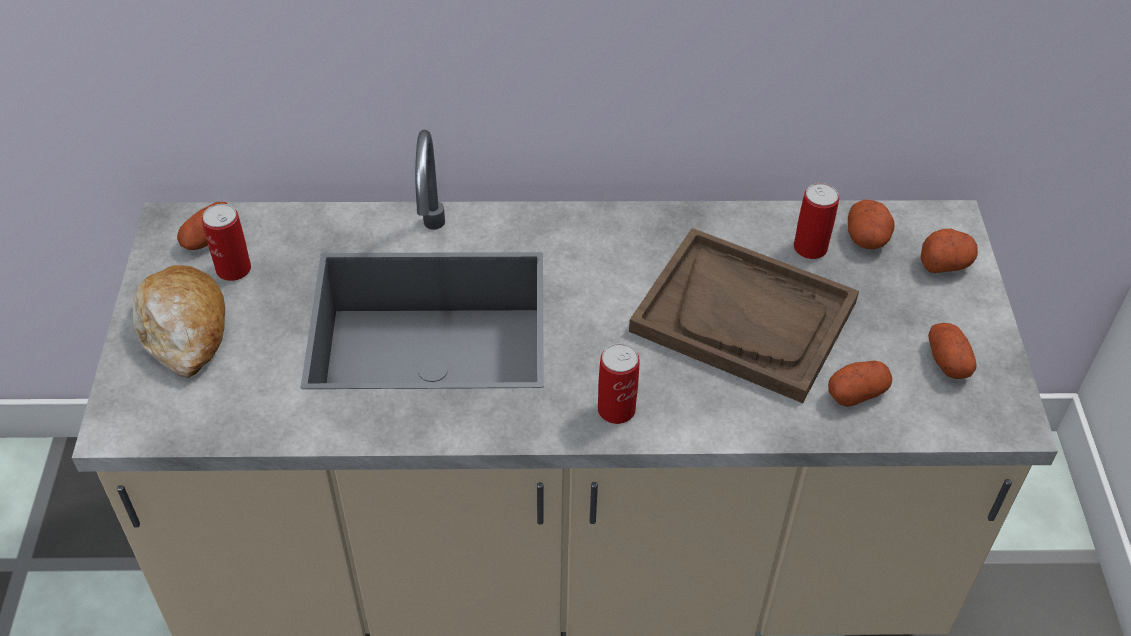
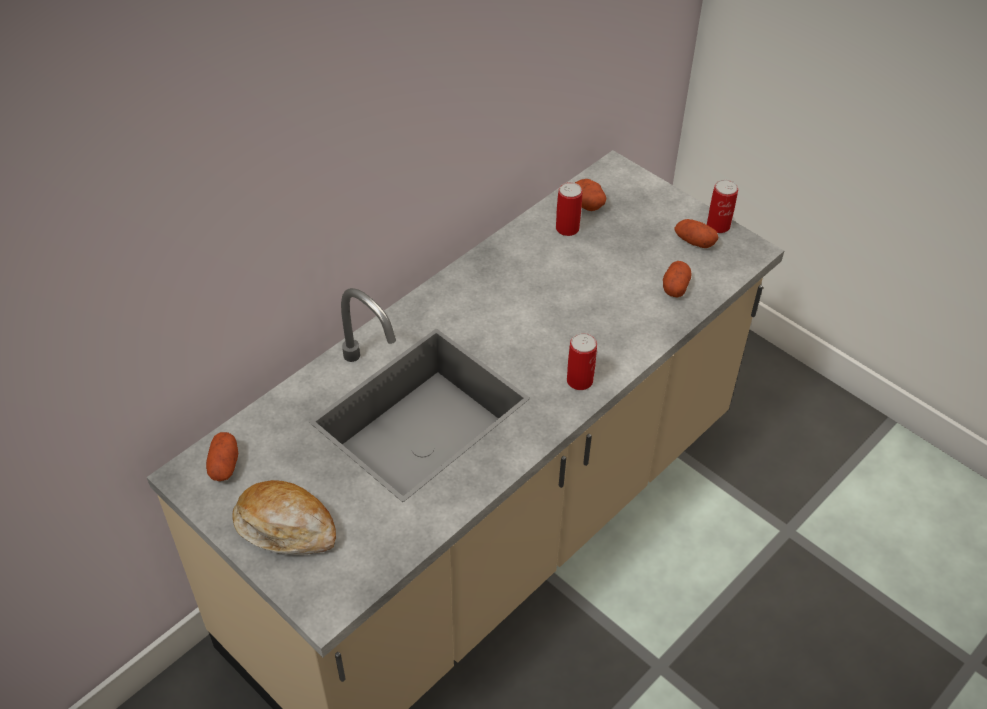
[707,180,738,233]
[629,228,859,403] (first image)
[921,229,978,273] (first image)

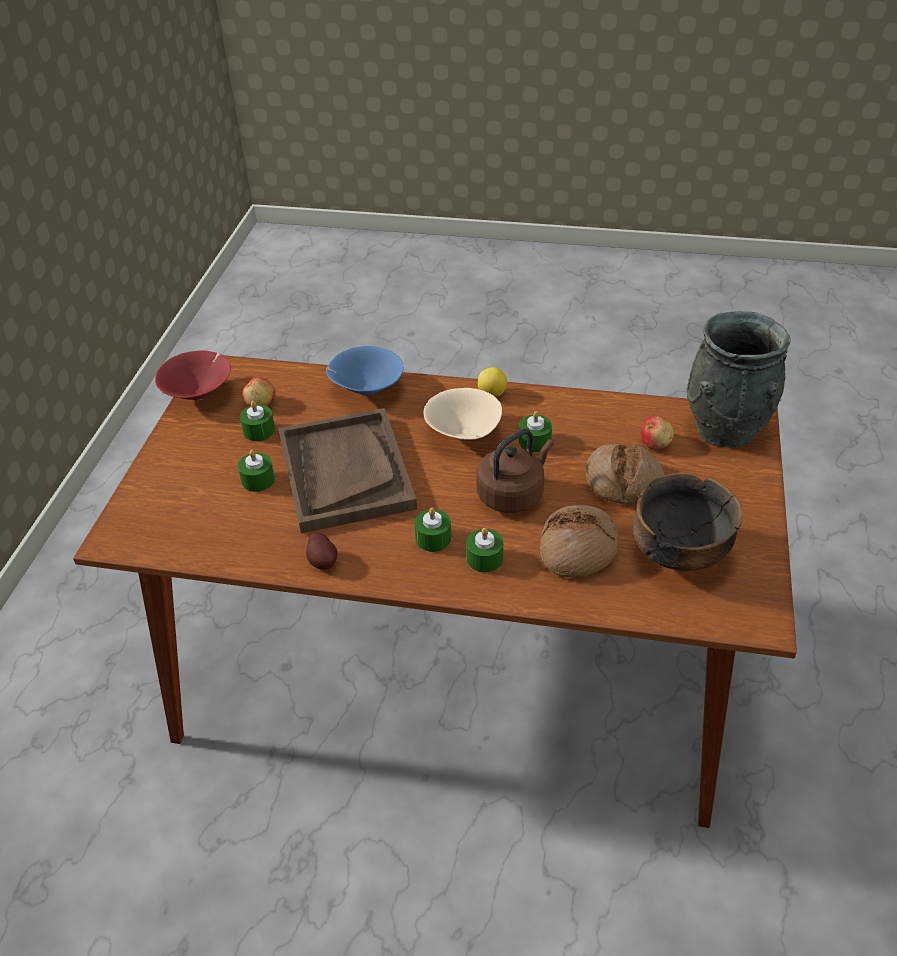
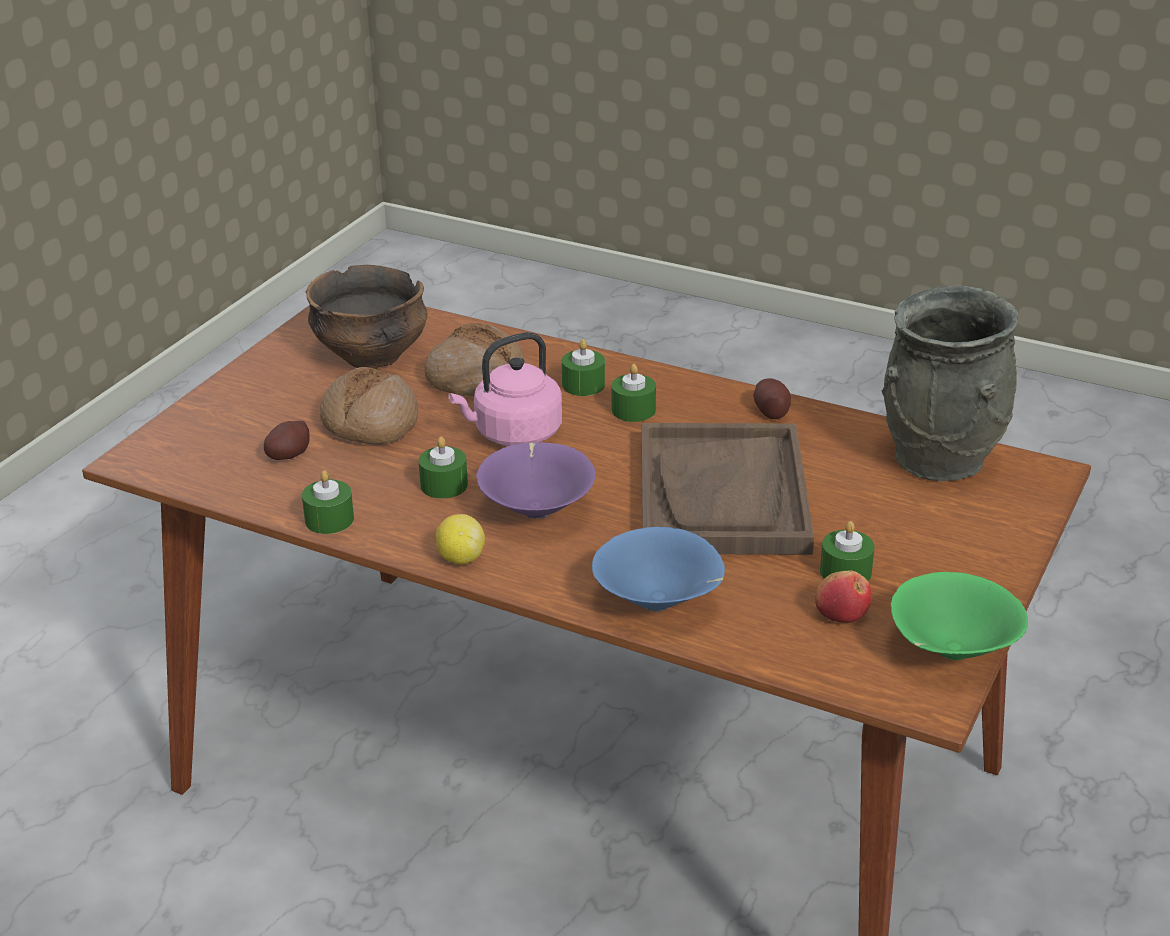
[264,420,310,460]
[302,470,354,534]
[448,332,562,446]
[476,442,596,519]
[882,286,1018,481]
[891,572,1028,660]

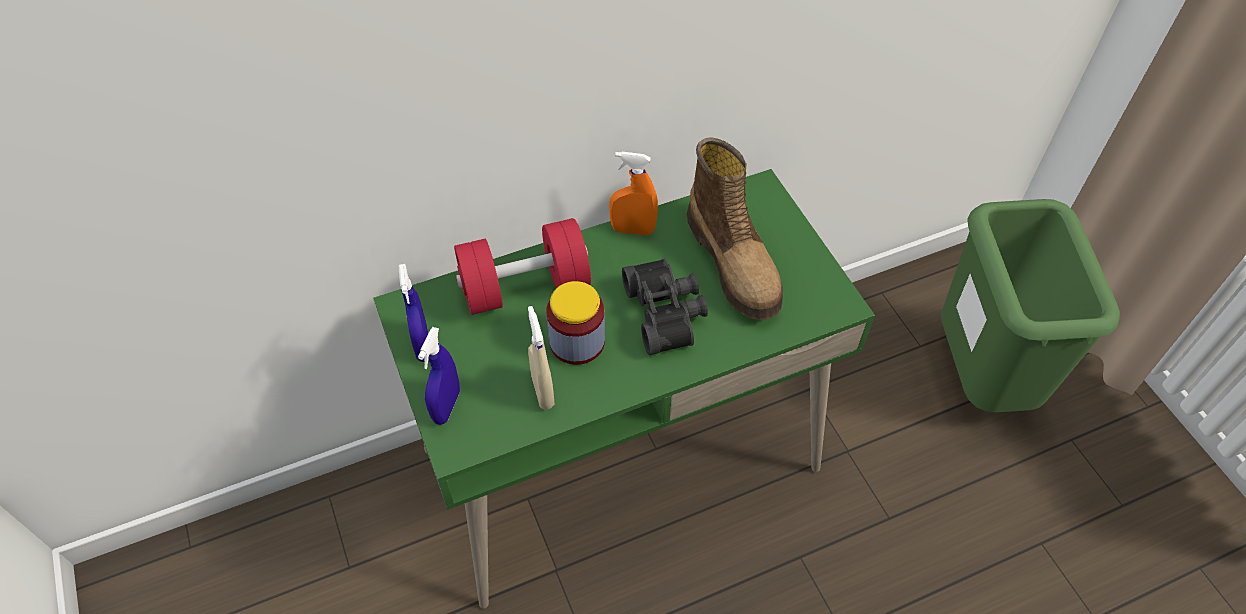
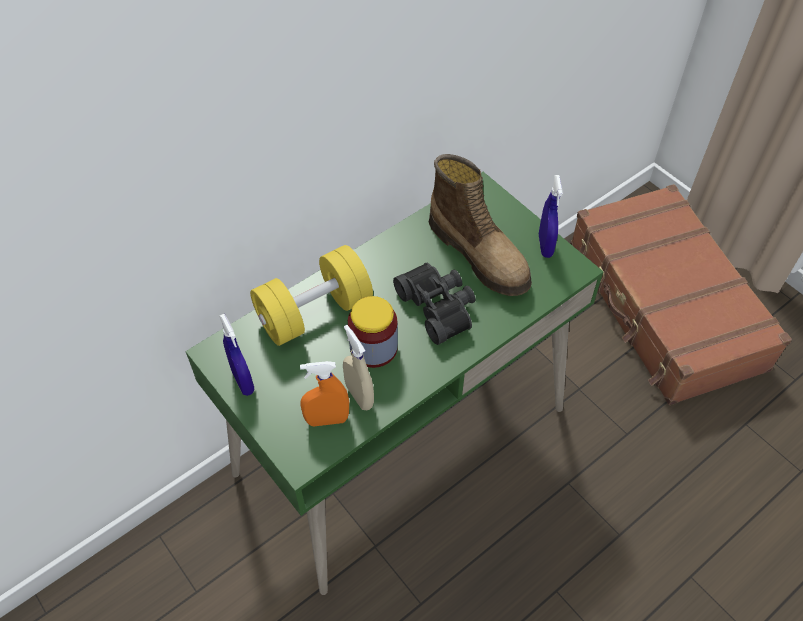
[250,245,373,346]
[300,361,349,426]
[539,175,563,258]
[570,184,792,405]

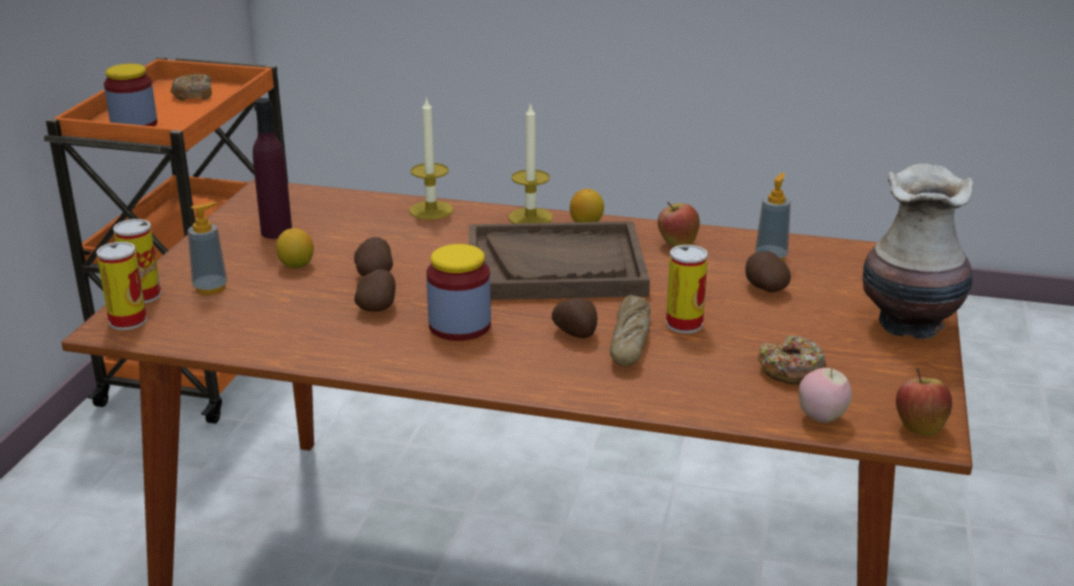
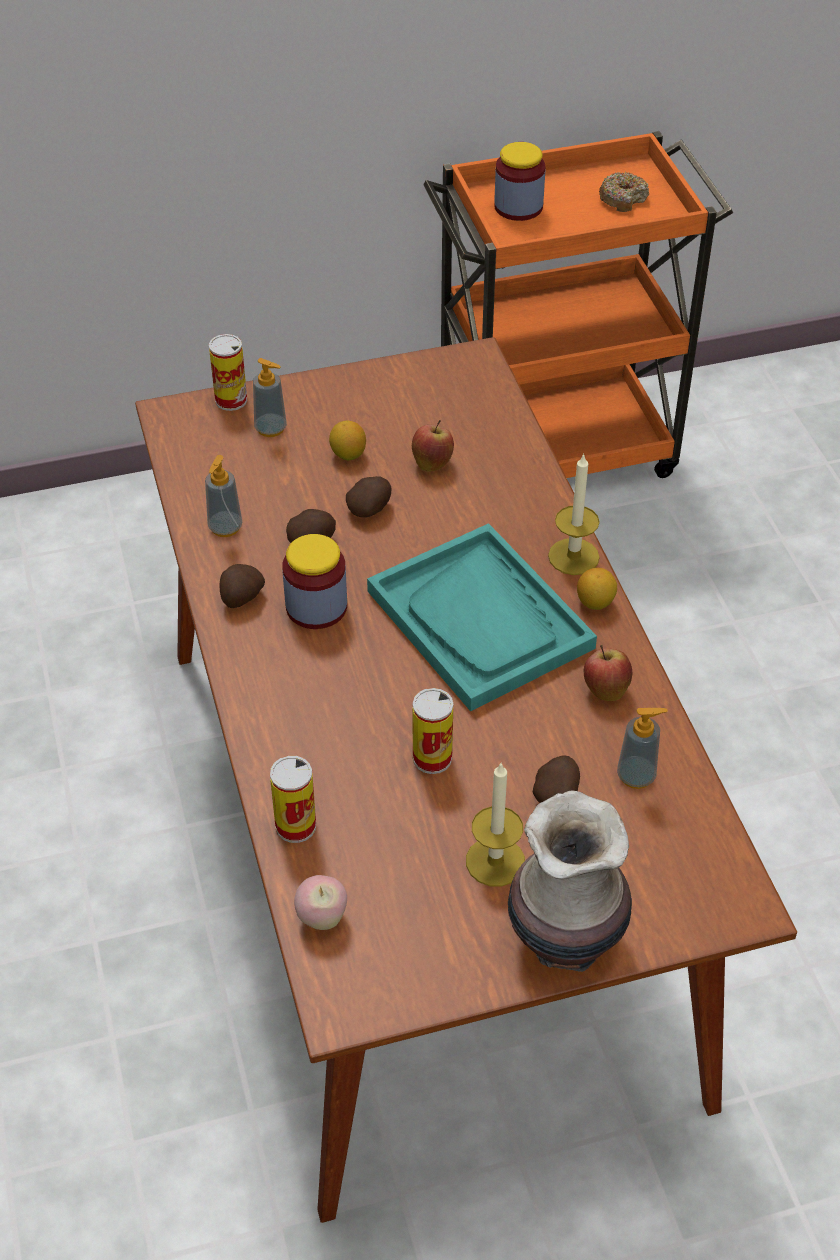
[205,455,242,537]
[220,564,265,608]
[270,756,316,843]
[367,523,597,711]
[412,420,454,472]
[466,762,525,887]
[253,98,292,239] (first image)
[610,295,650,366] (first image)
[758,336,826,385] (first image)

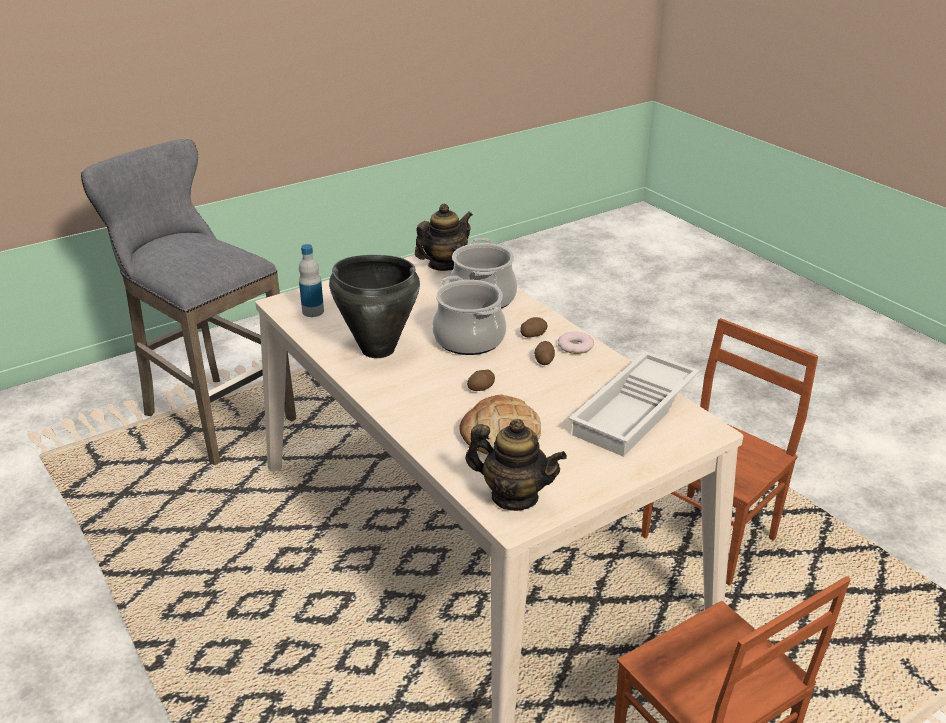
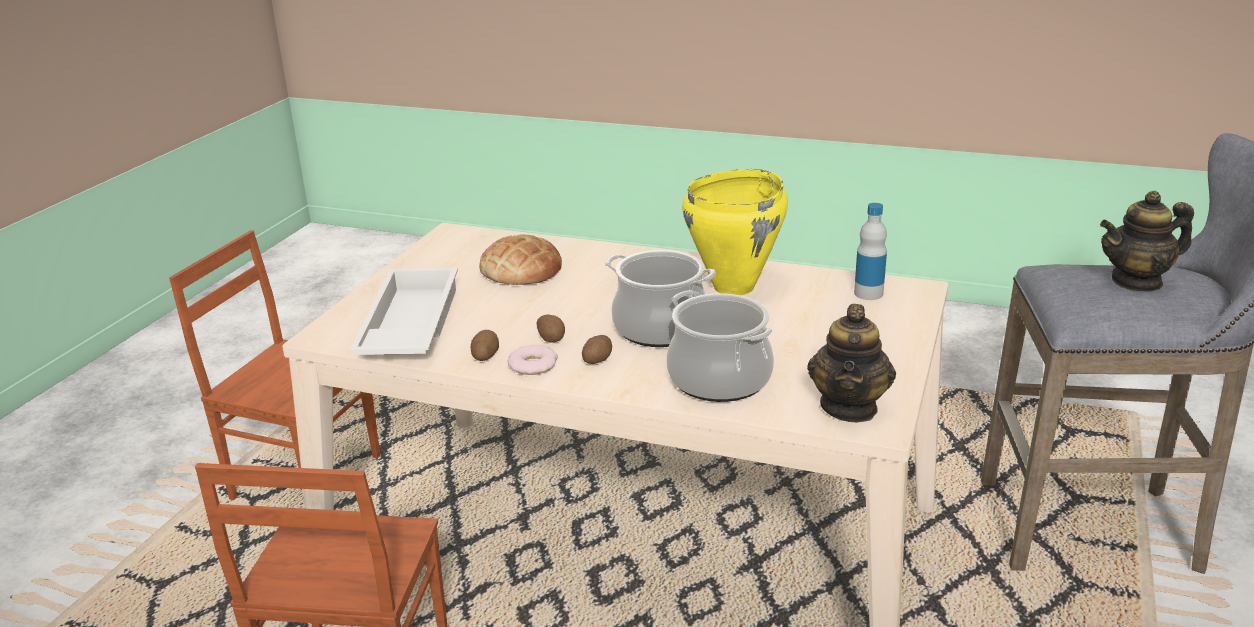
[471,330,499,361]
[682,169,788,296]
[1100,191,1194,292]

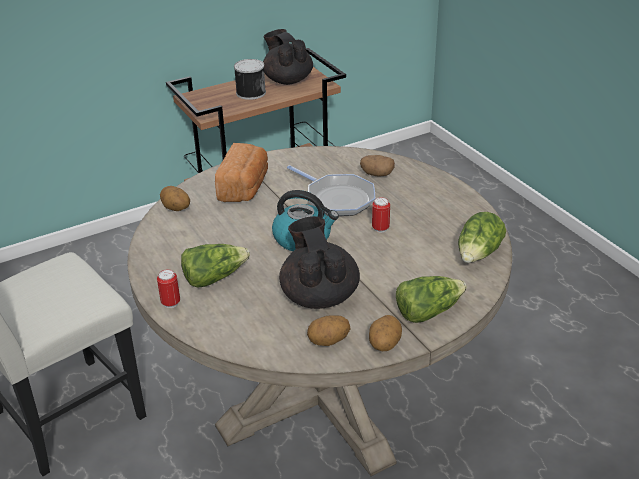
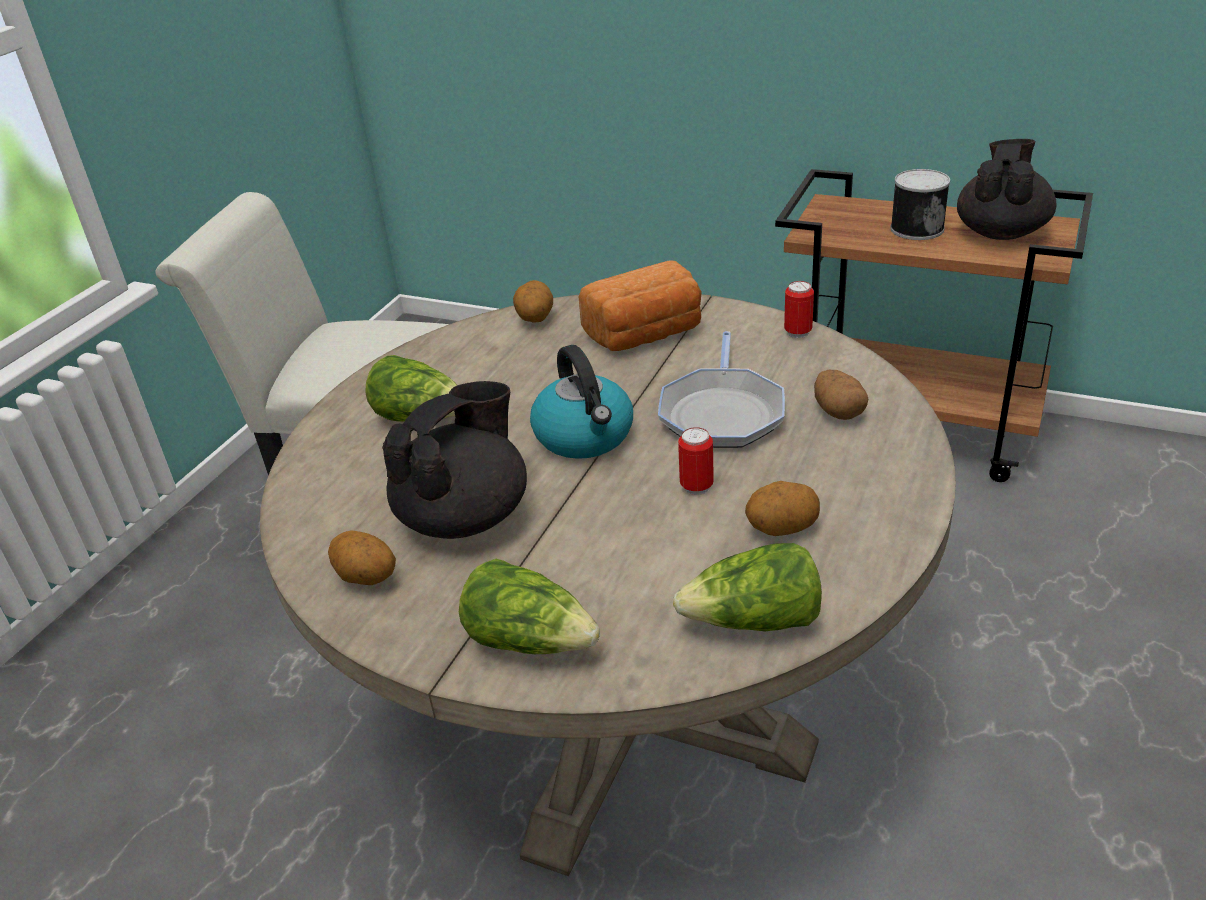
[745,481,820,536]
[784,281,814,338]

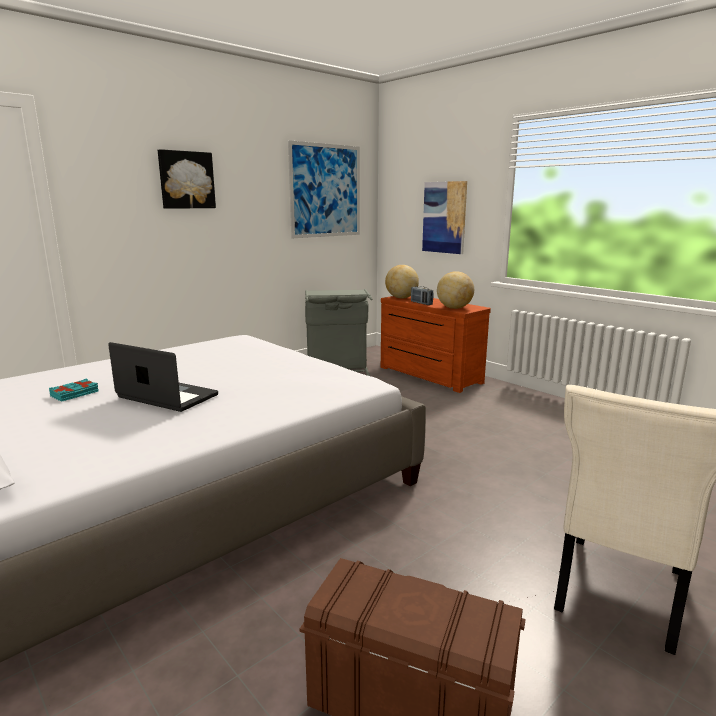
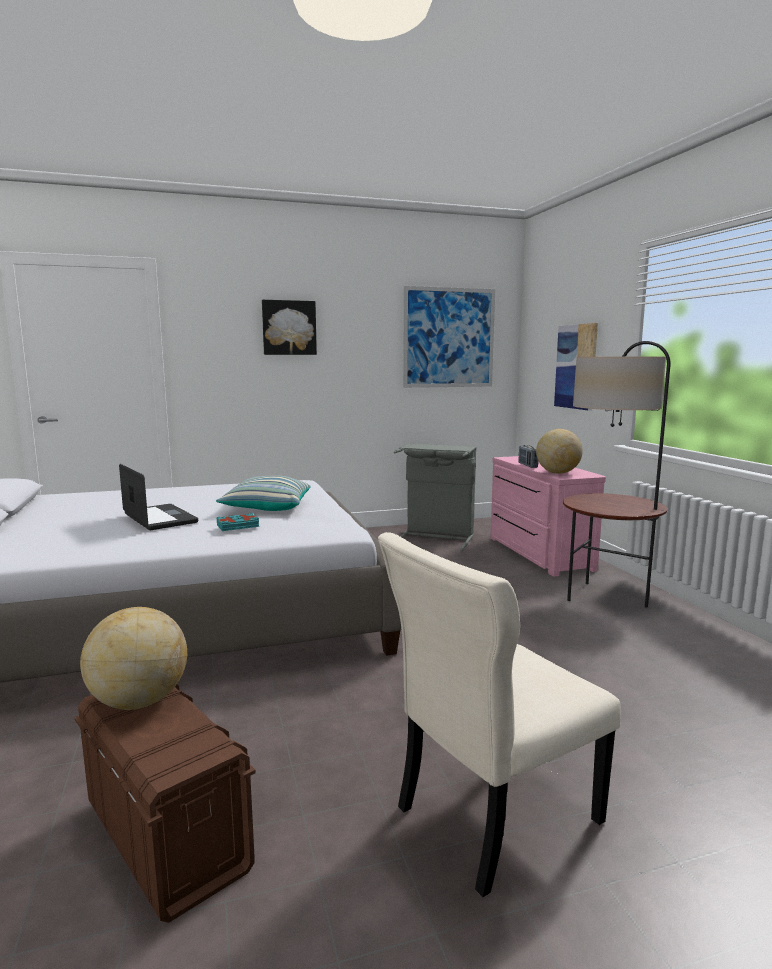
[80,607,187,710]
[216,476,310,511]
[217,513,259,531]
[490,456,606,577]
[563,341,671,608]

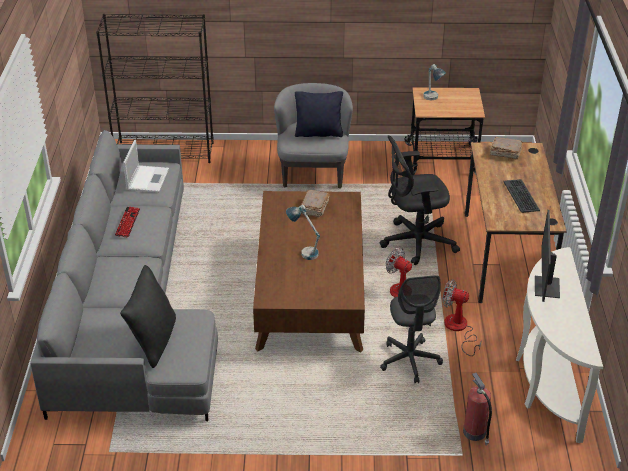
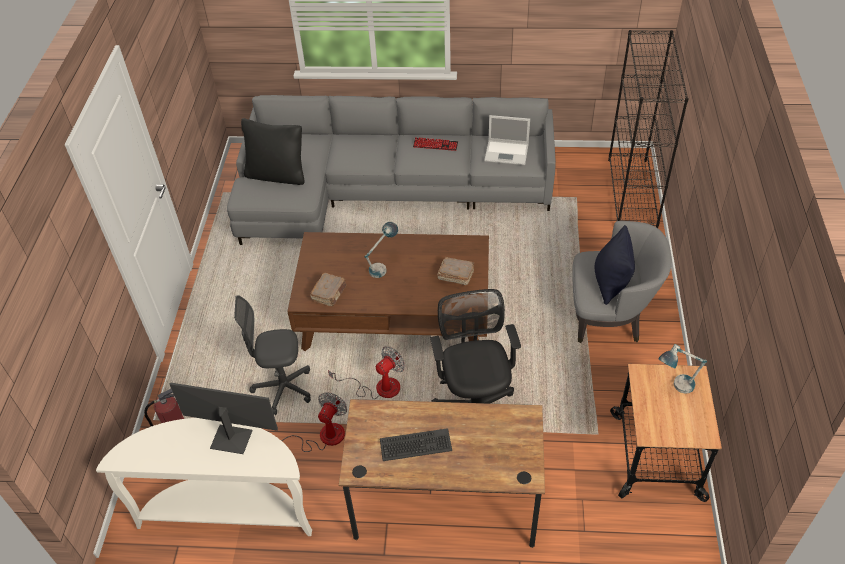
[310,273,347,306]

